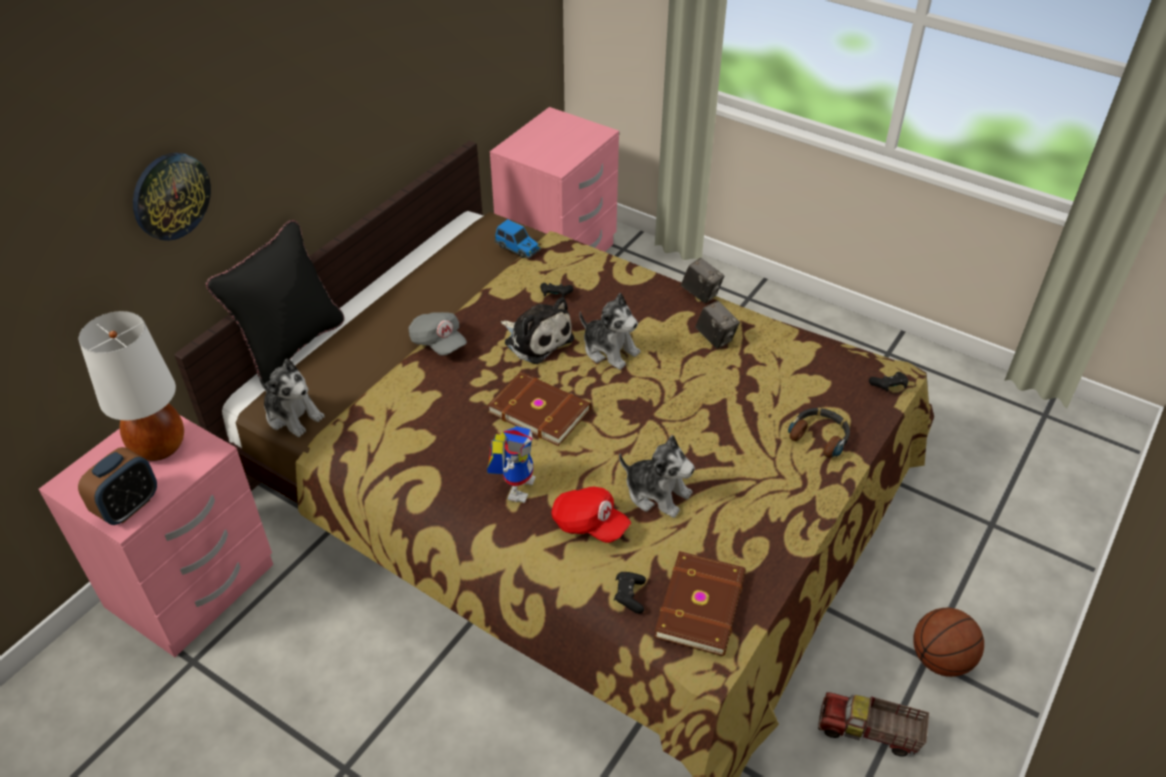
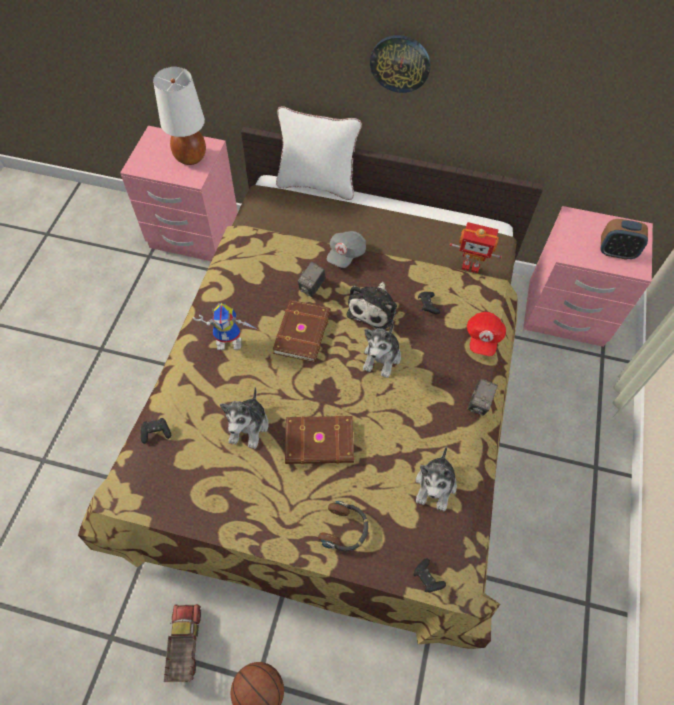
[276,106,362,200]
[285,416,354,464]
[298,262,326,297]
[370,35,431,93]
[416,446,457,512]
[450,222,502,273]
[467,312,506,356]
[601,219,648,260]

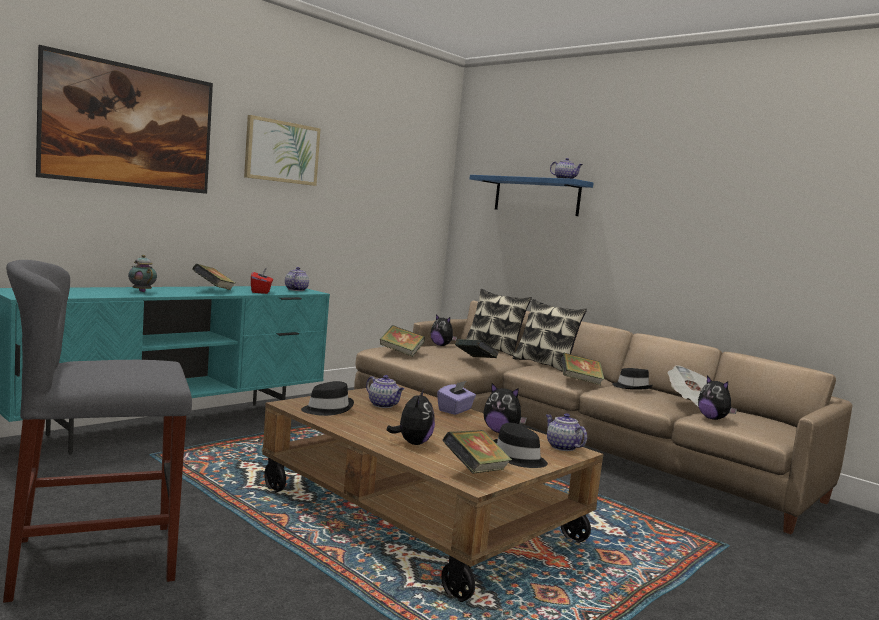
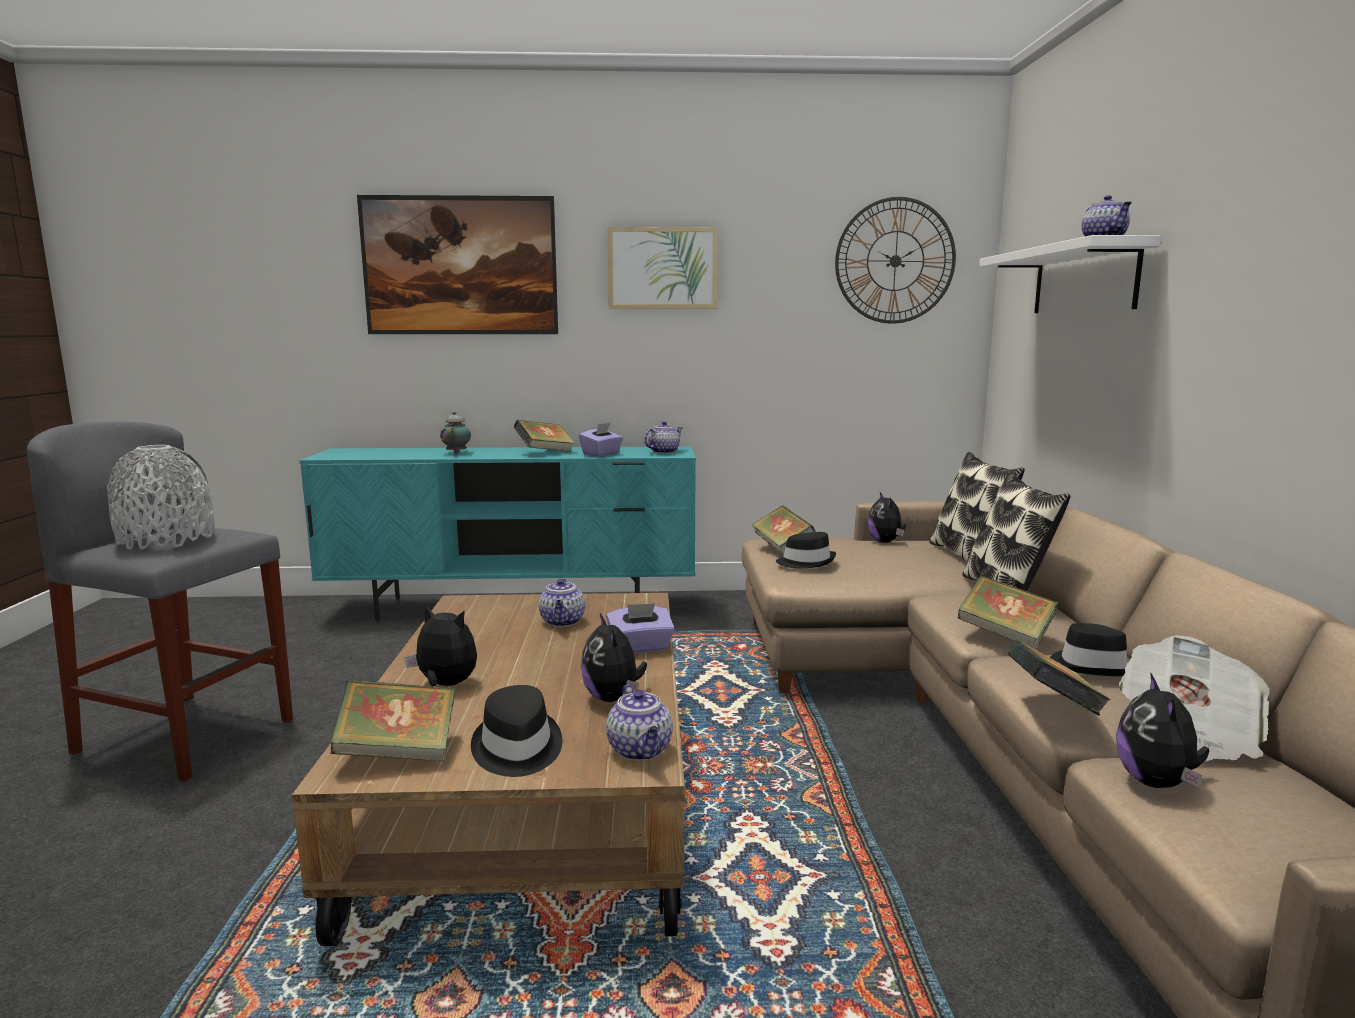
[107,445,215,550]
[404,605,477,686]
[579,423,623,457]
[606,685,673,761]
[776,532,836,568]
[835,197,956,324]
[979,235,1161,313]
[1008,640,1111,715]

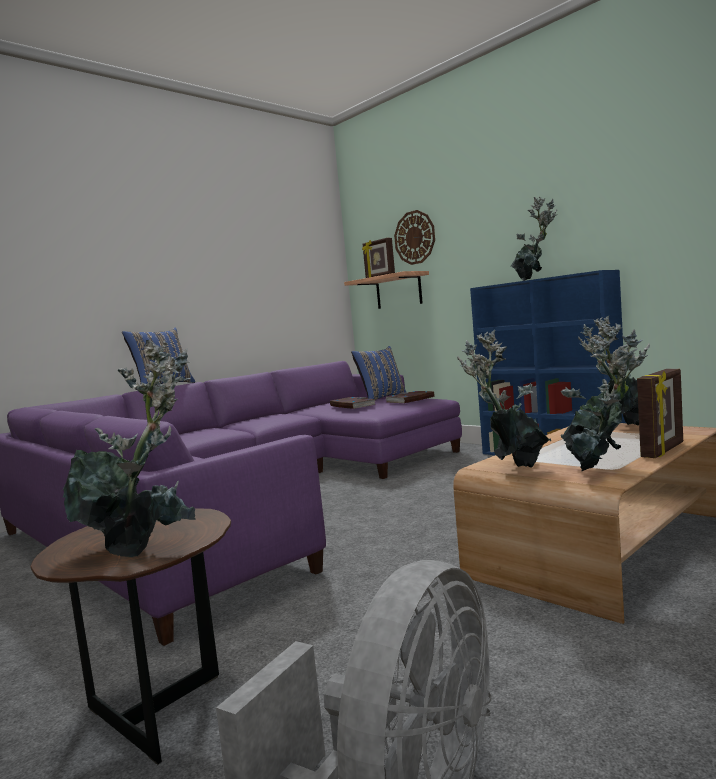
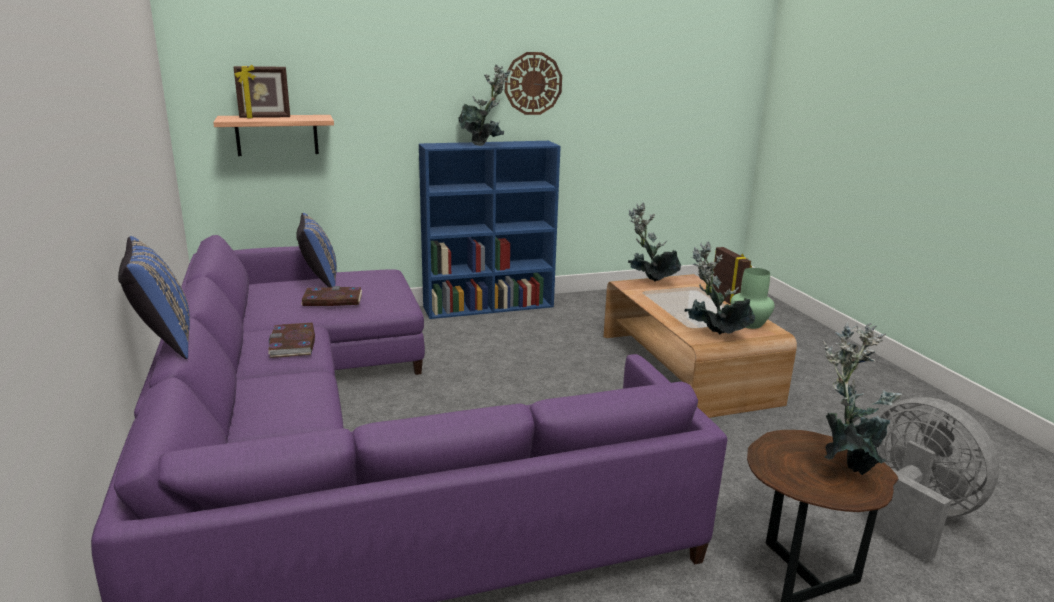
[268,323,315,358]
[505,52,562,115]
[731,268,775,329]

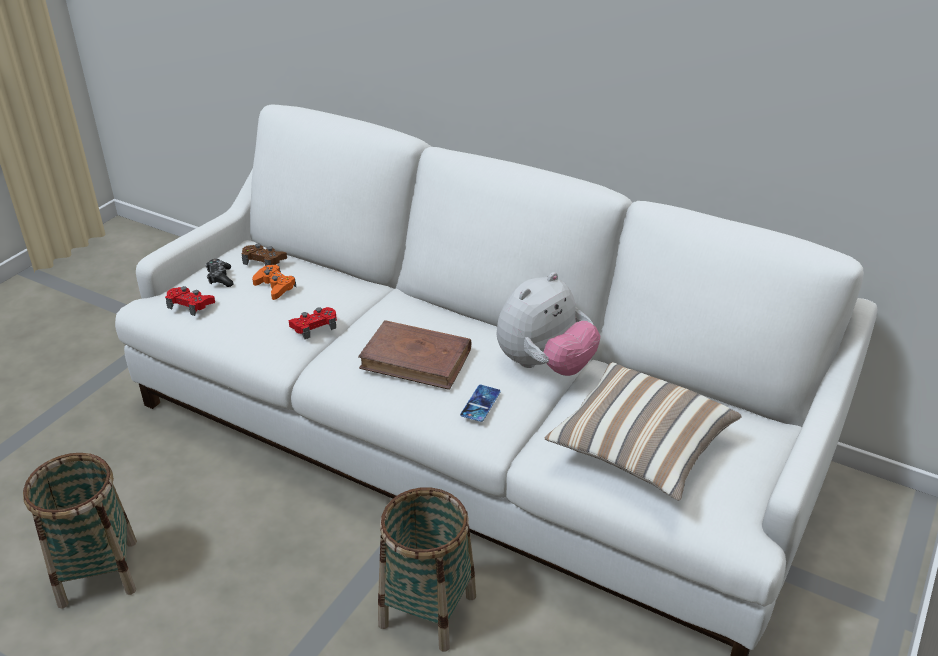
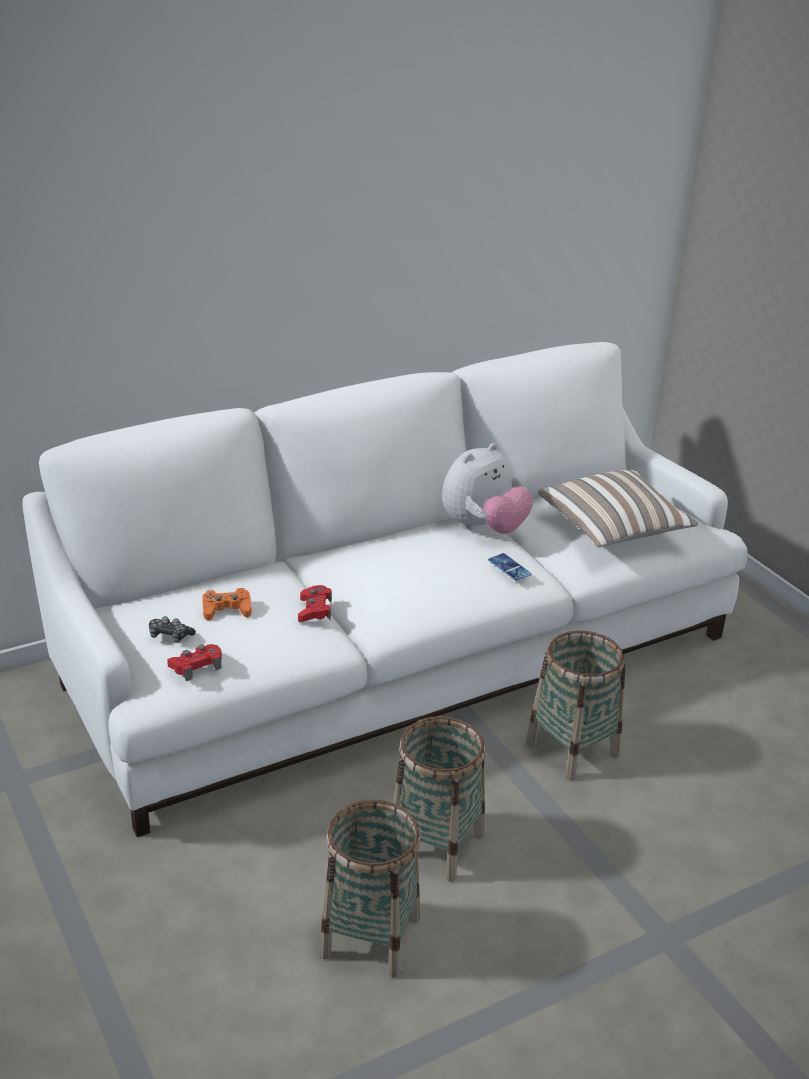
[393,716,485,882]
[442,443,534,534]
[241,244,287,266] (first image)
[358,320,471,390] (first image)

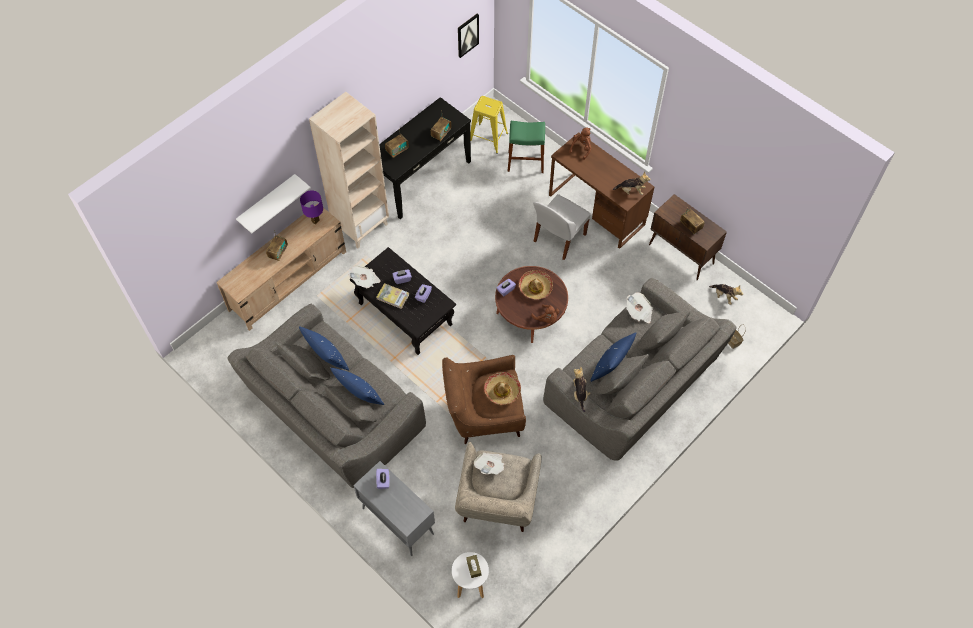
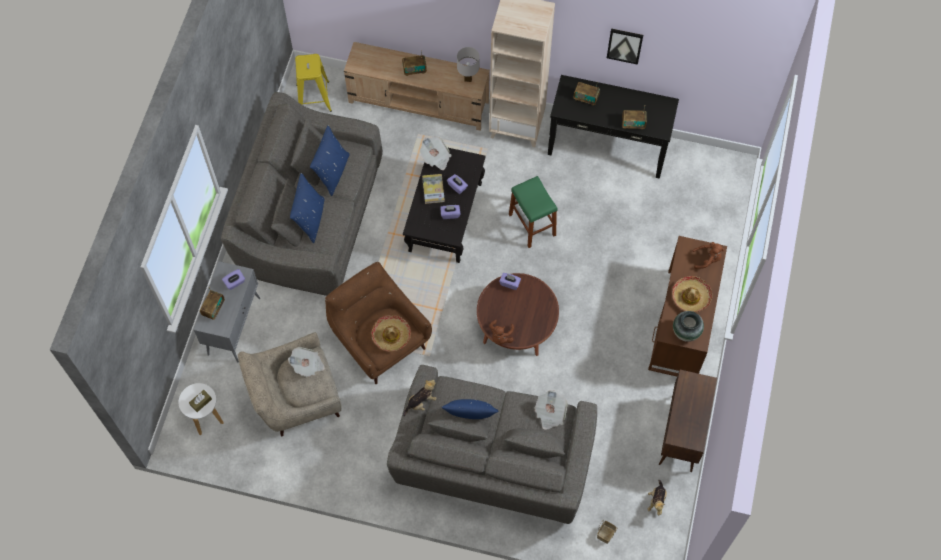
[200,287,225,320]
[295,54,332,112]
[457,47,480,82]
[509,176,558,248]
[607,28,643,65]
[672,276,712,313]
[673,311,704,342]
[236,174,311,233] (first image)
[533,194,591,260] (first image)

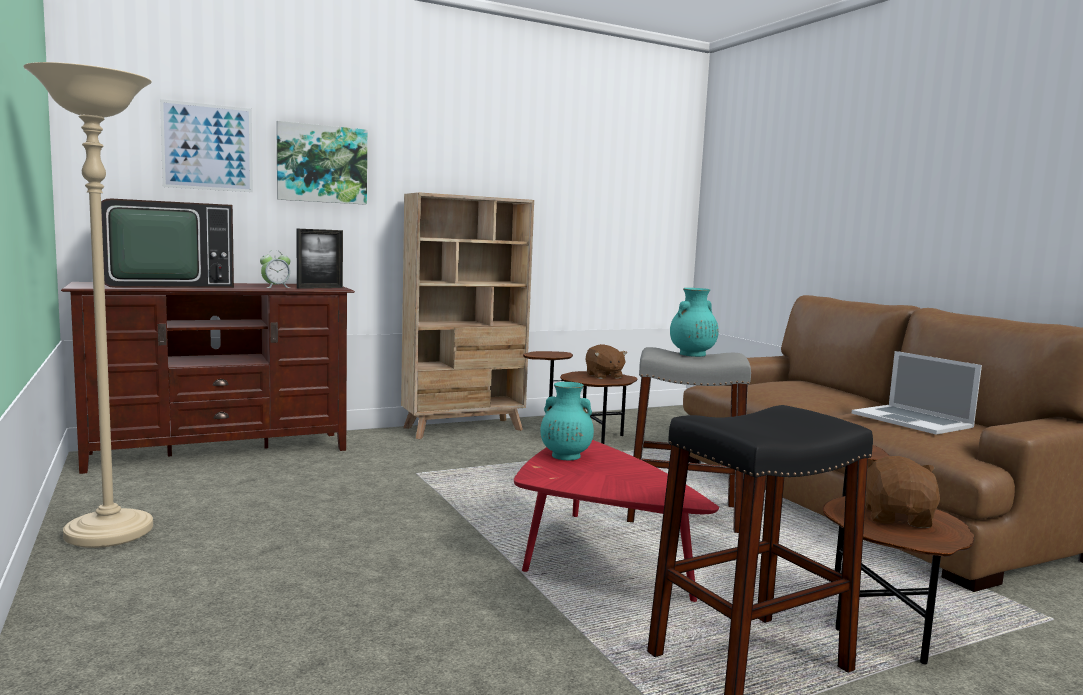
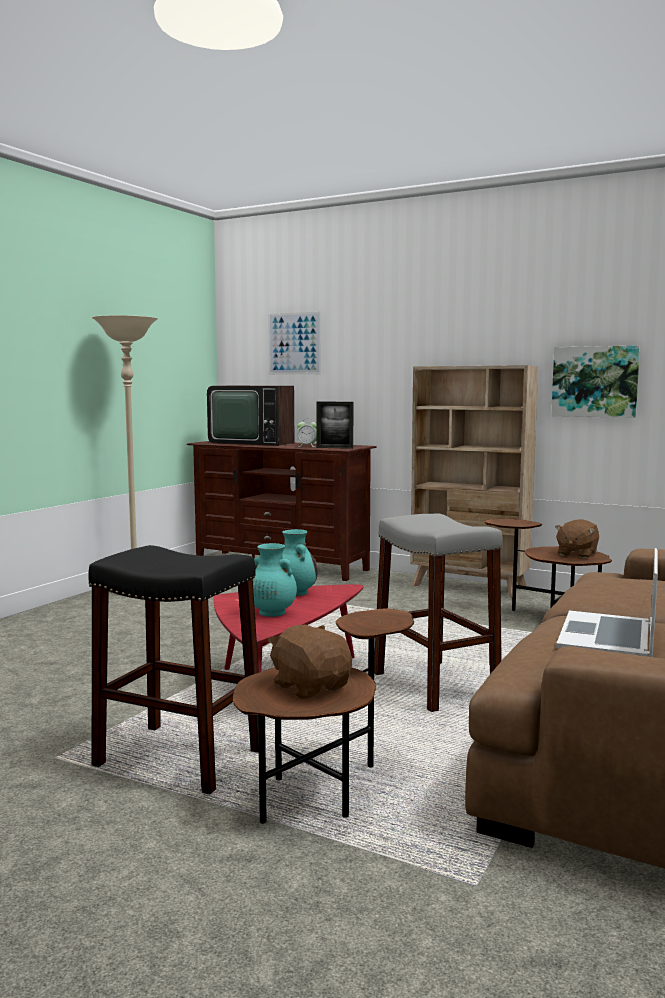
[253,543,297,617]
[268,625,352,699]
[551,345,640,418]

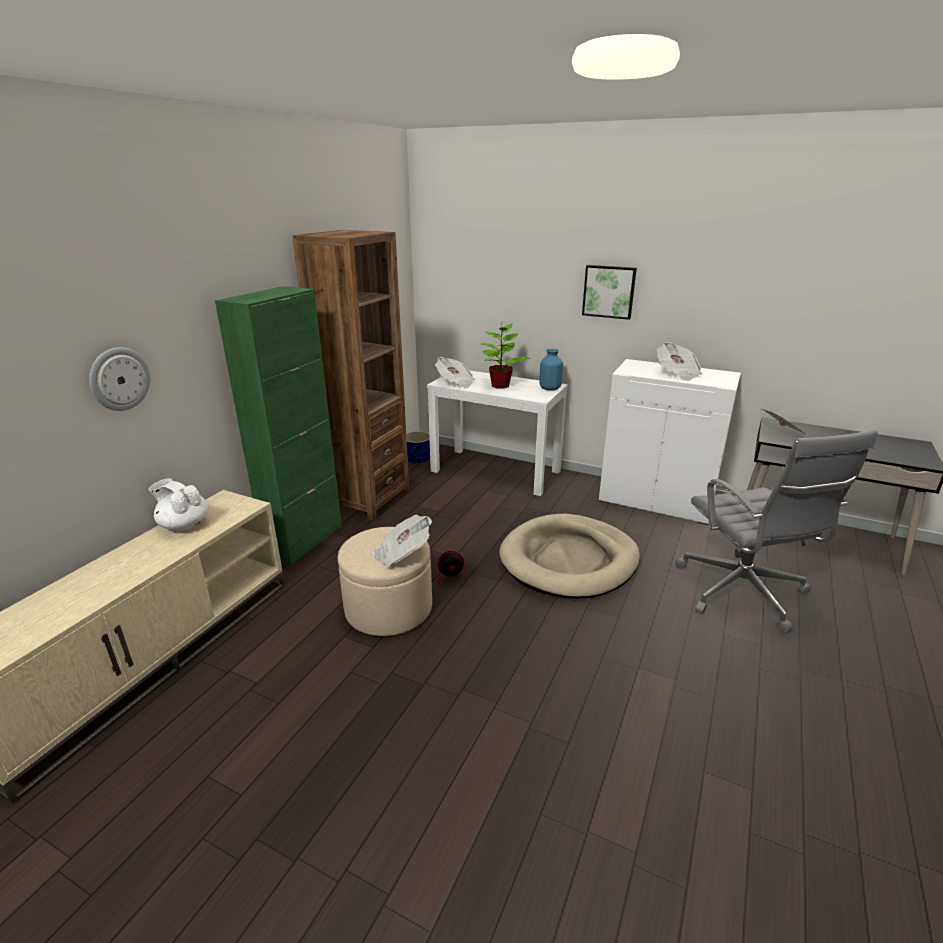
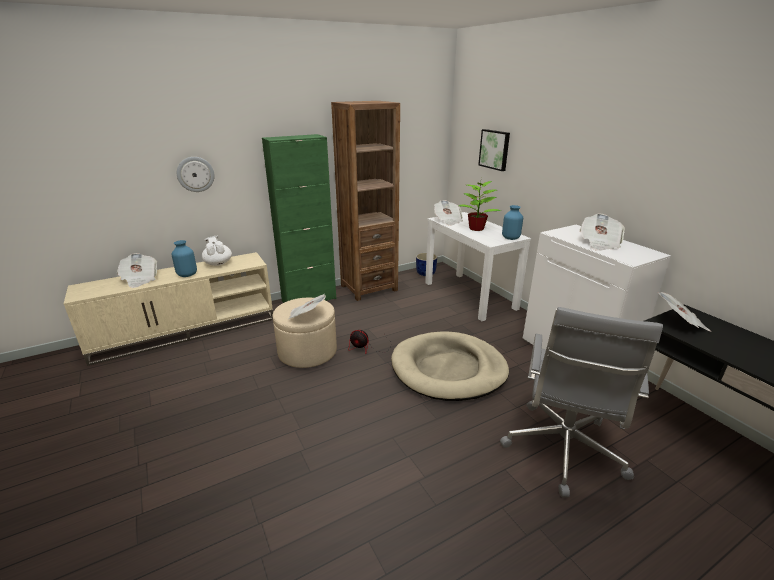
[117,253,157,288]
[171,240,197,277]
[478,129,510,171]

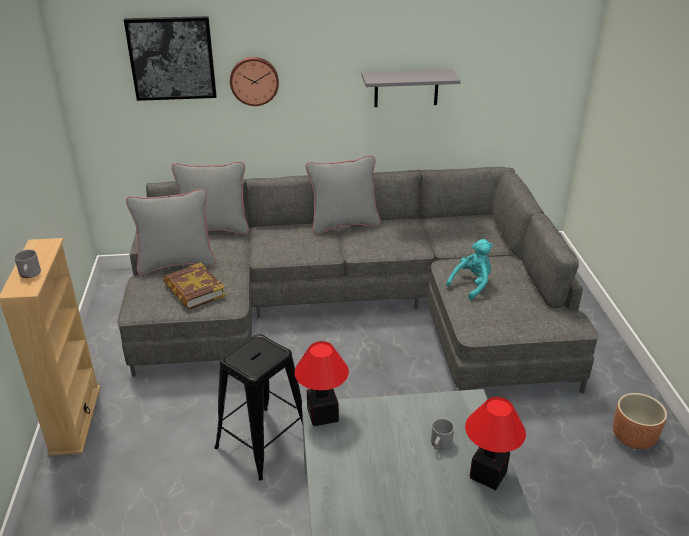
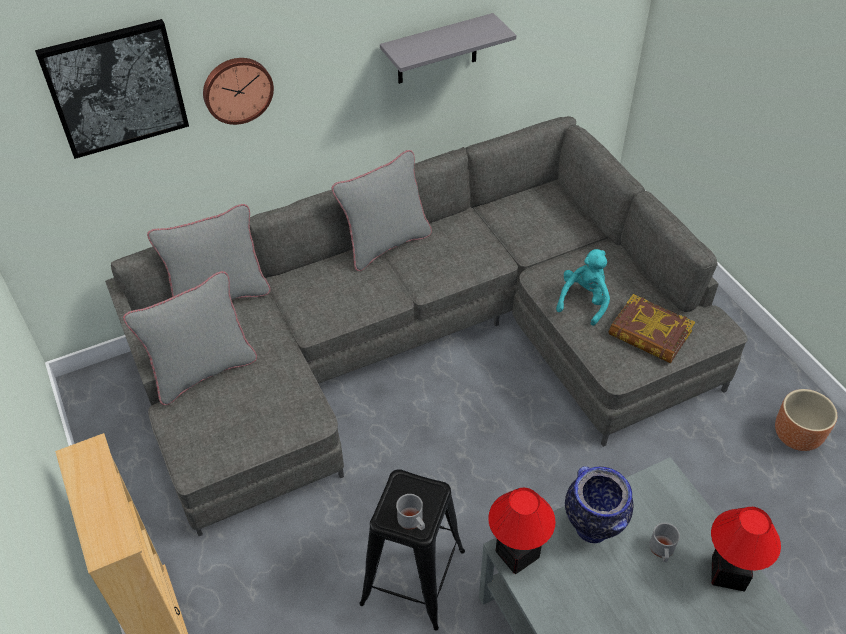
[396,494,425,530]
[565,466,633,543]
[609,294,695,363]

